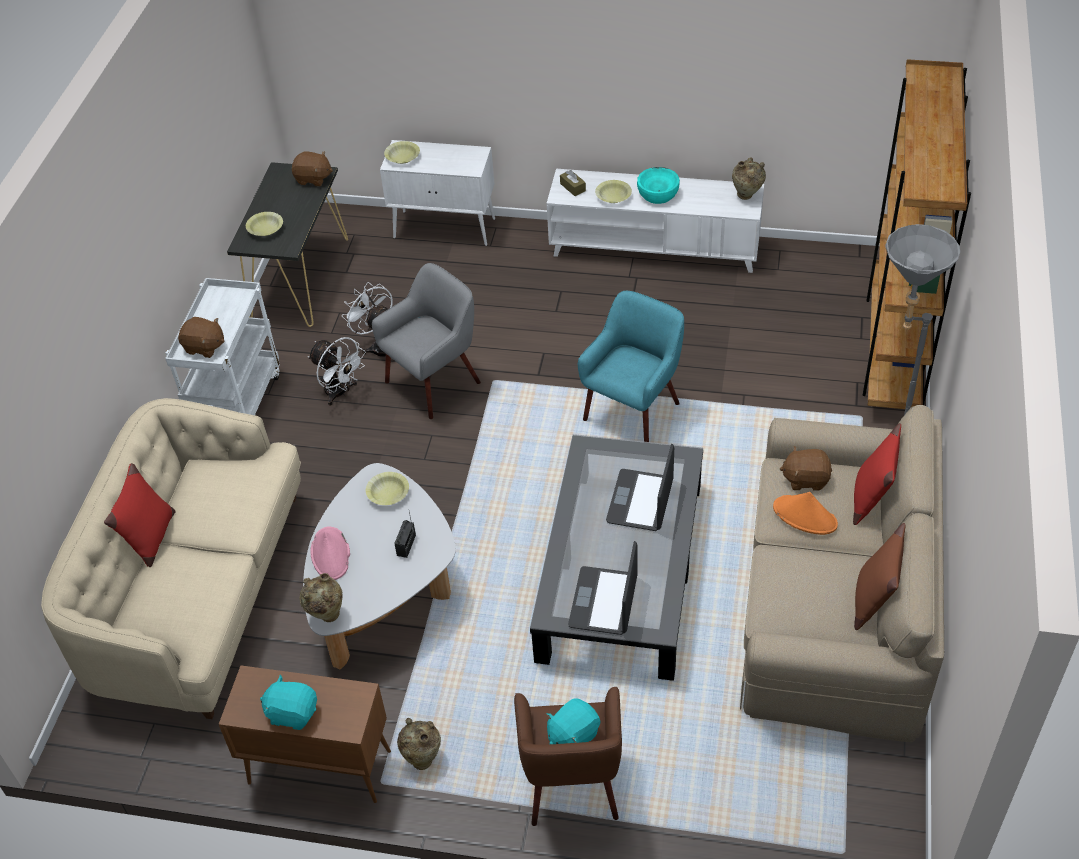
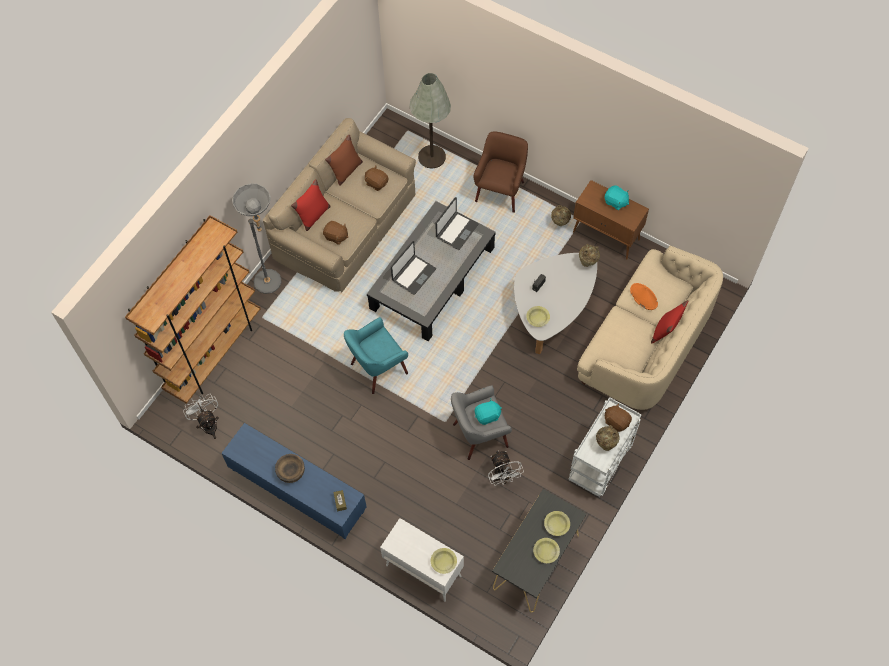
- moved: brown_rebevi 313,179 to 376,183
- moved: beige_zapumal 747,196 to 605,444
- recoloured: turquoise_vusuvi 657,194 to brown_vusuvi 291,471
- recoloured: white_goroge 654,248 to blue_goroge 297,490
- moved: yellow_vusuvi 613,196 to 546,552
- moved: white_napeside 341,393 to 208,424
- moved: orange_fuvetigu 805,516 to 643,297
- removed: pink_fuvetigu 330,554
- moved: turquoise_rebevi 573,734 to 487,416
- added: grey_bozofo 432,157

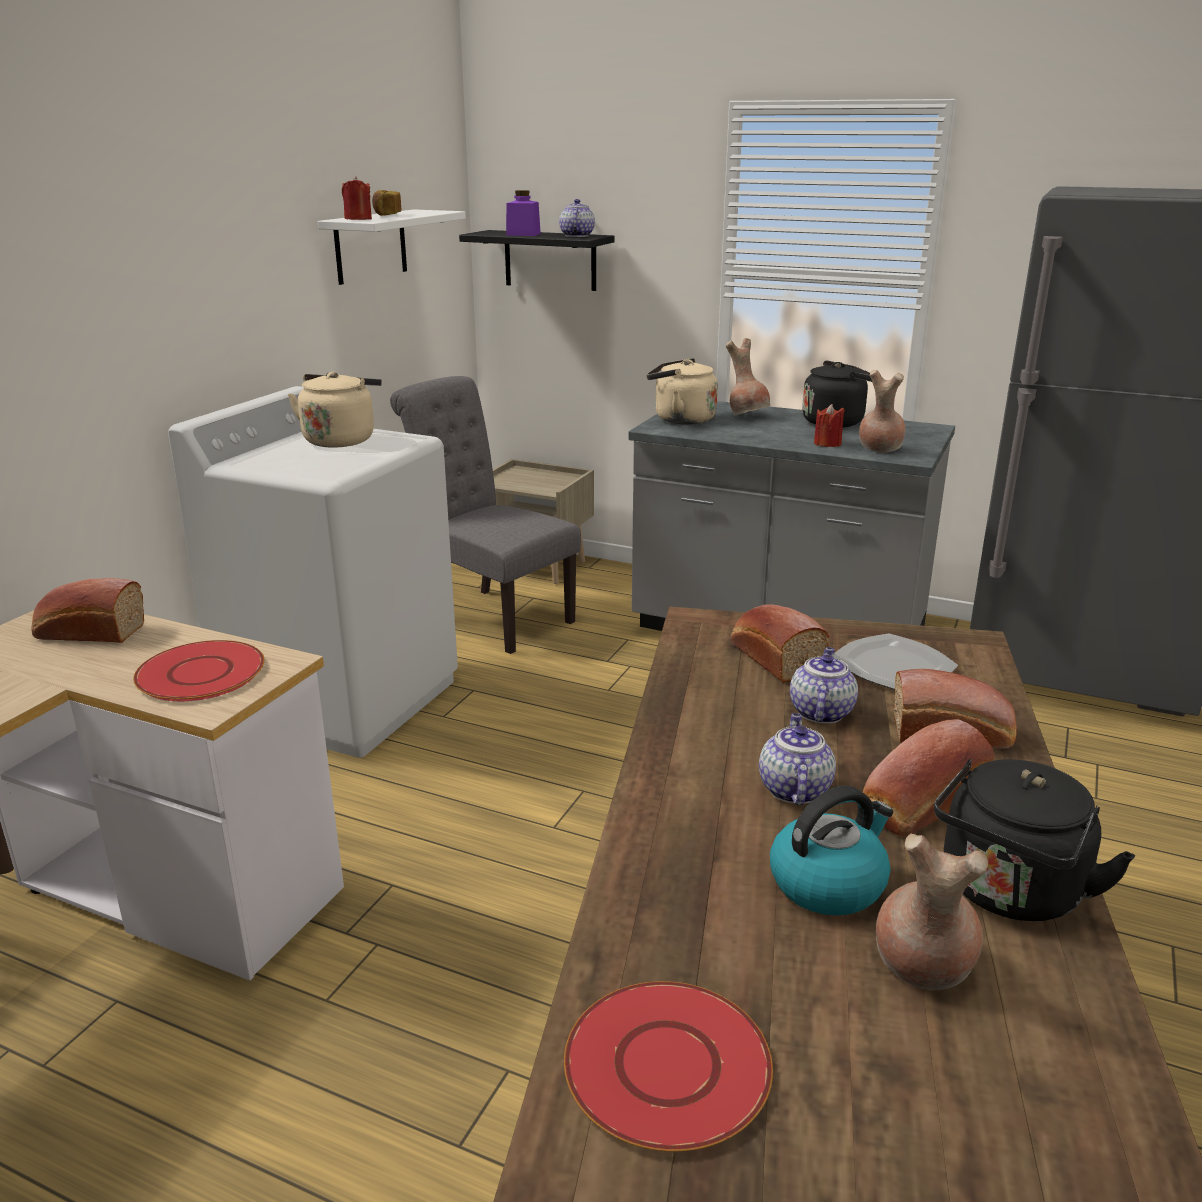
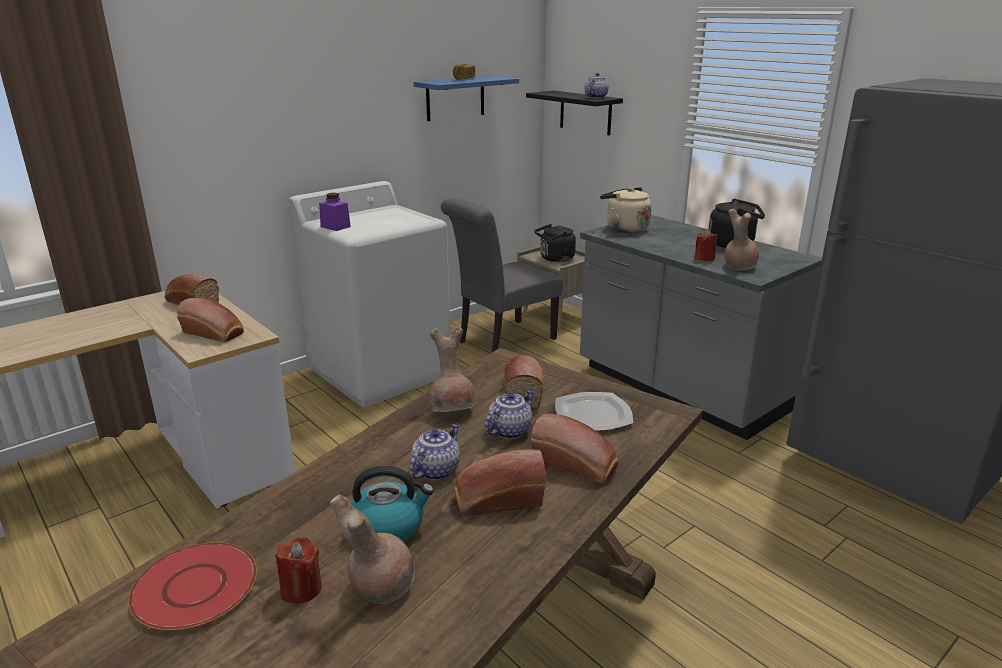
- moved: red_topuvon 358,219 to 301,589
- moved: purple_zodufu 523,234 to 335,227
- recoloured: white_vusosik 370,246 to blue_vusosik 455,98
- moved: brown_zapumal 748,415 to 453,410
- removed: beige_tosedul 340,440
- turned: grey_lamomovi 491,616 = 502,341 105 degrees counterclockwise
- replaced: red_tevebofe 201,673 to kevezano 215,333
- moved: black_tosedul 1009,893 to 555,259

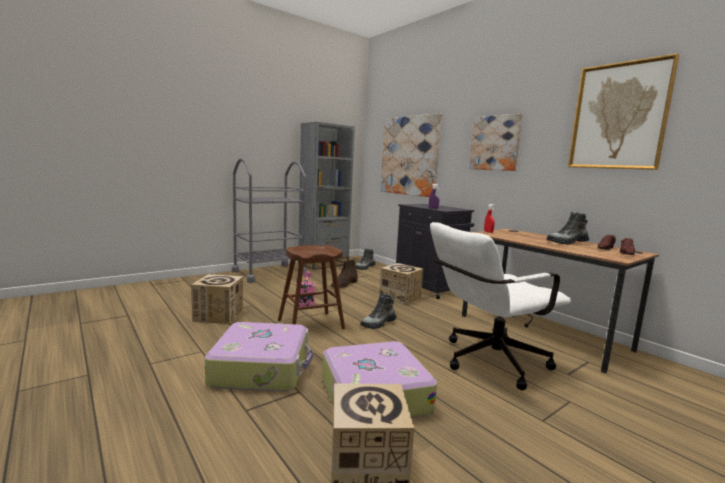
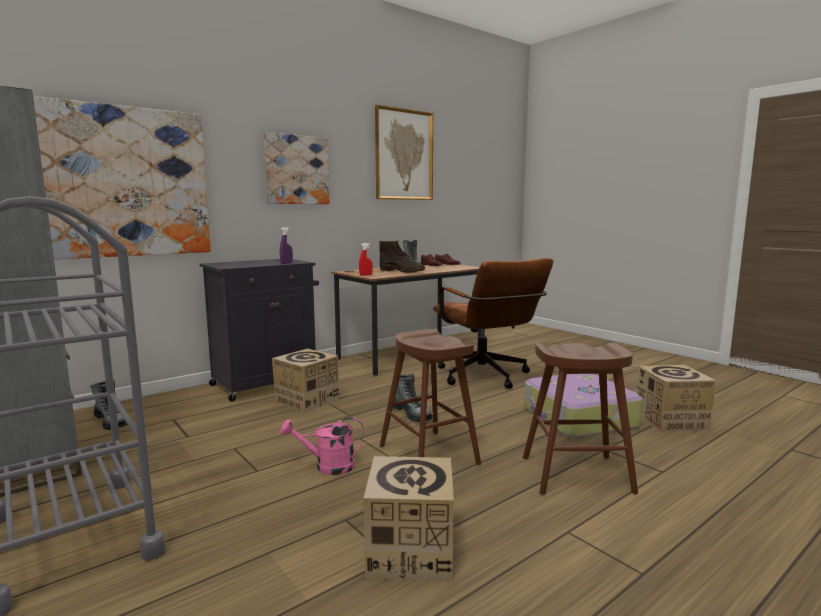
- recoloured: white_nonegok 486,362 to brown_nonegok 486,378
- moved: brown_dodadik 344,285 to 402,271
- replaced: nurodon 262,368 to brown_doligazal 577,474

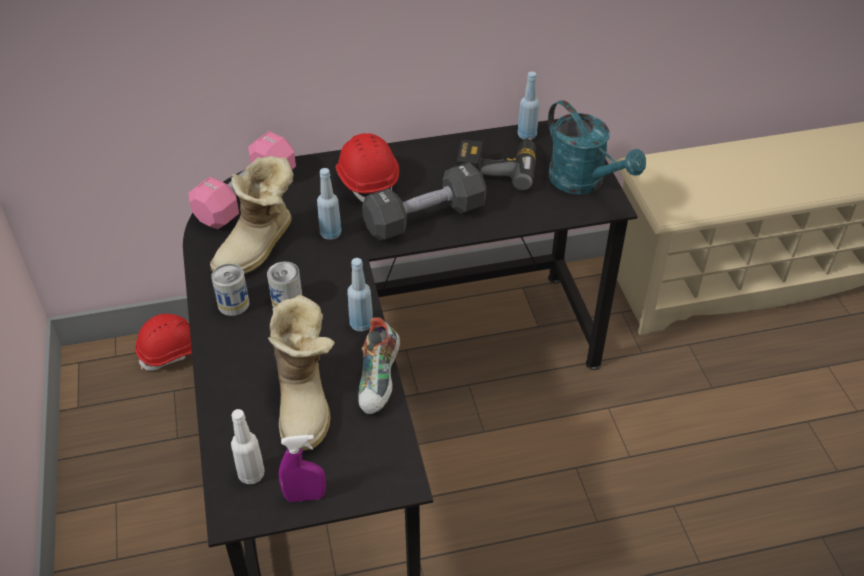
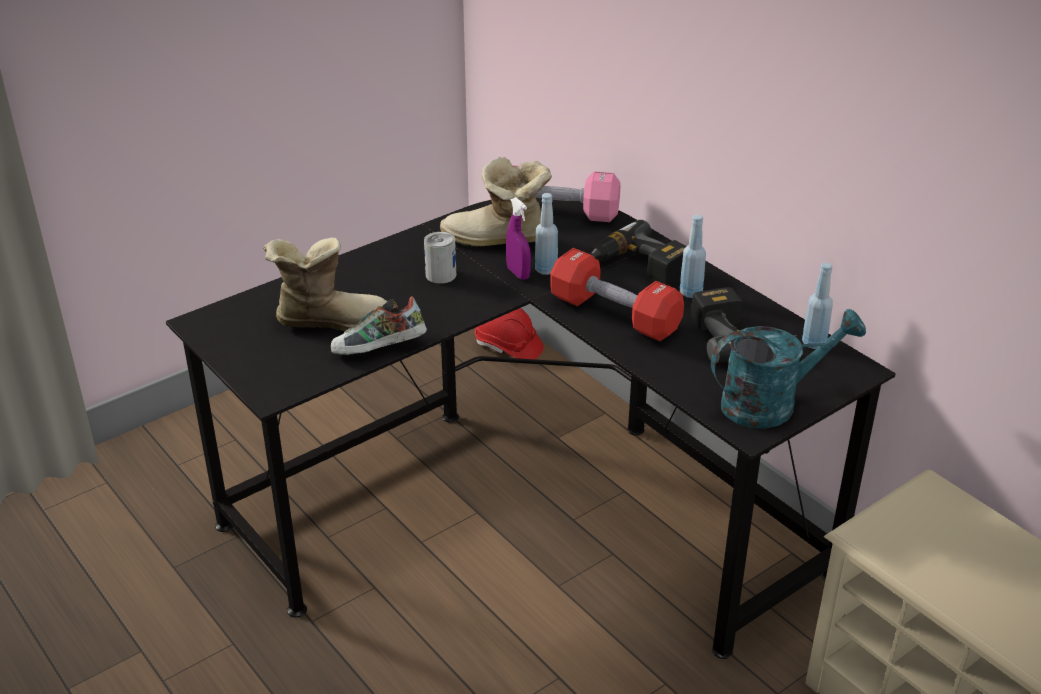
- turned: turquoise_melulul 584,182 = 771,403 135 degrees counterclockwise
- replaced: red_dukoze 367,180 to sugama 639,267
- recoloured: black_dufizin 425,218 to red_dufizin 614,315
- moved: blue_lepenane 361,324 to 690,292
- removed: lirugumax 233,304
- turned: dodadik 306,401 = 332,320 150 degrees counterclockwise
- removed: white_lepenane 251,474
- moved: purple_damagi 305,496 to 518,273

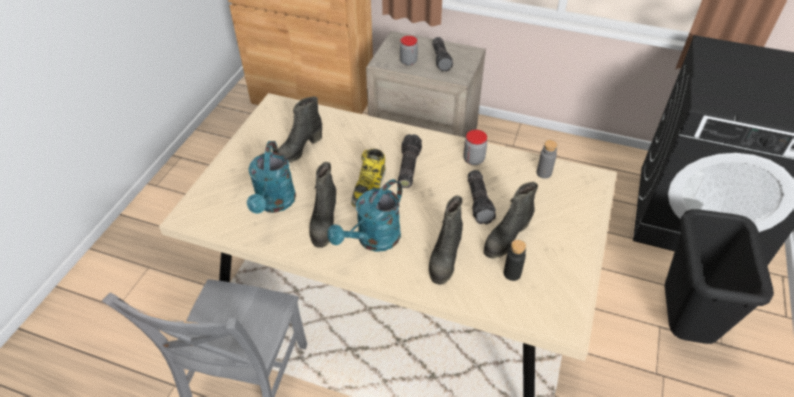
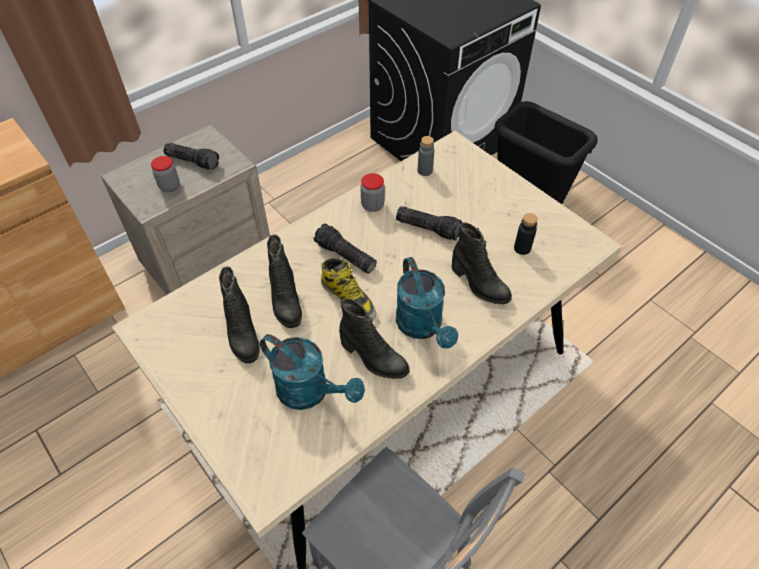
- moved: black_dodadik 506,239 to 285,302

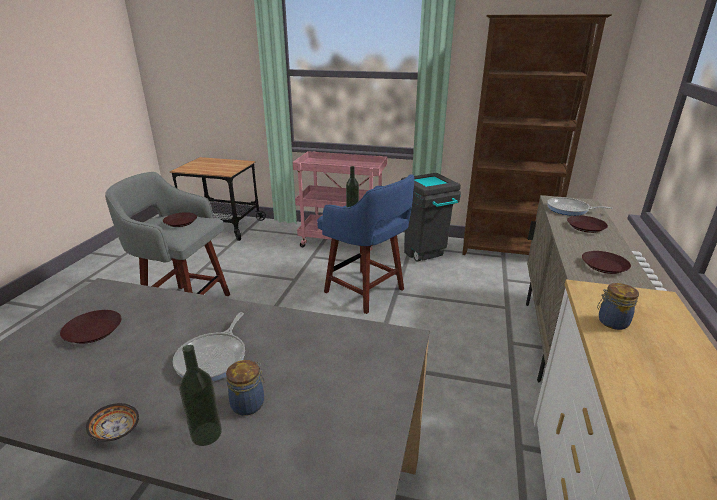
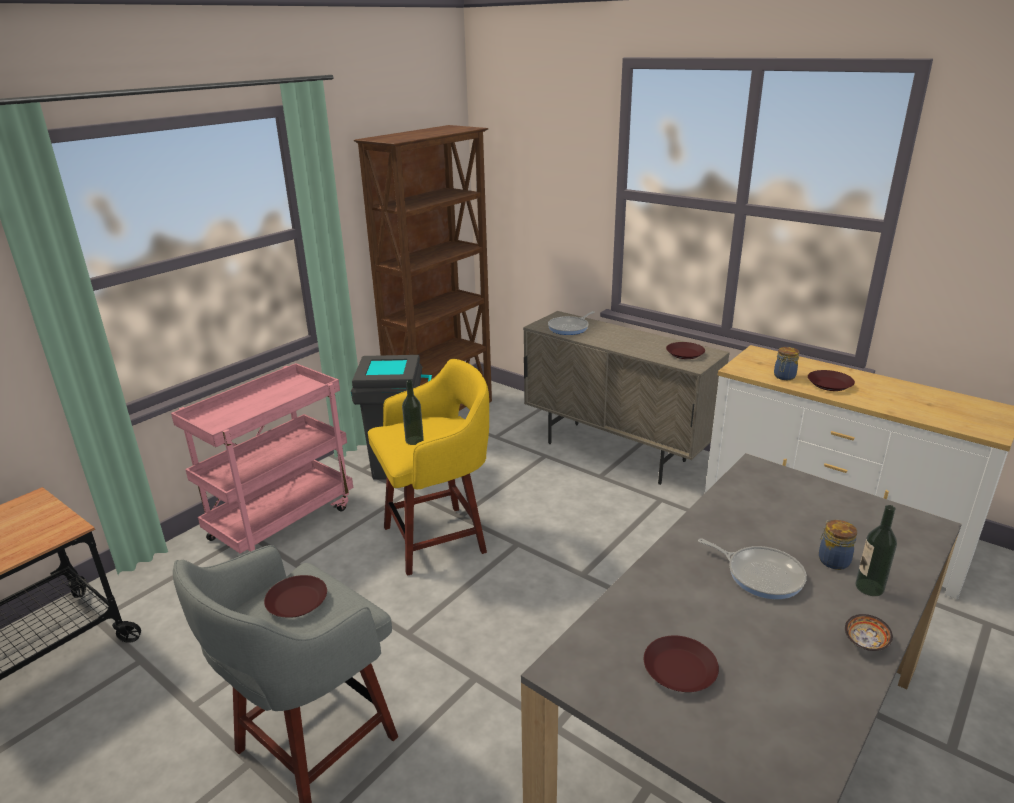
- recoloured: blue_doligazal 366,292 to yellow_doligazal 438,538
- moved: brown_tevebofe 586,227 to 829,384

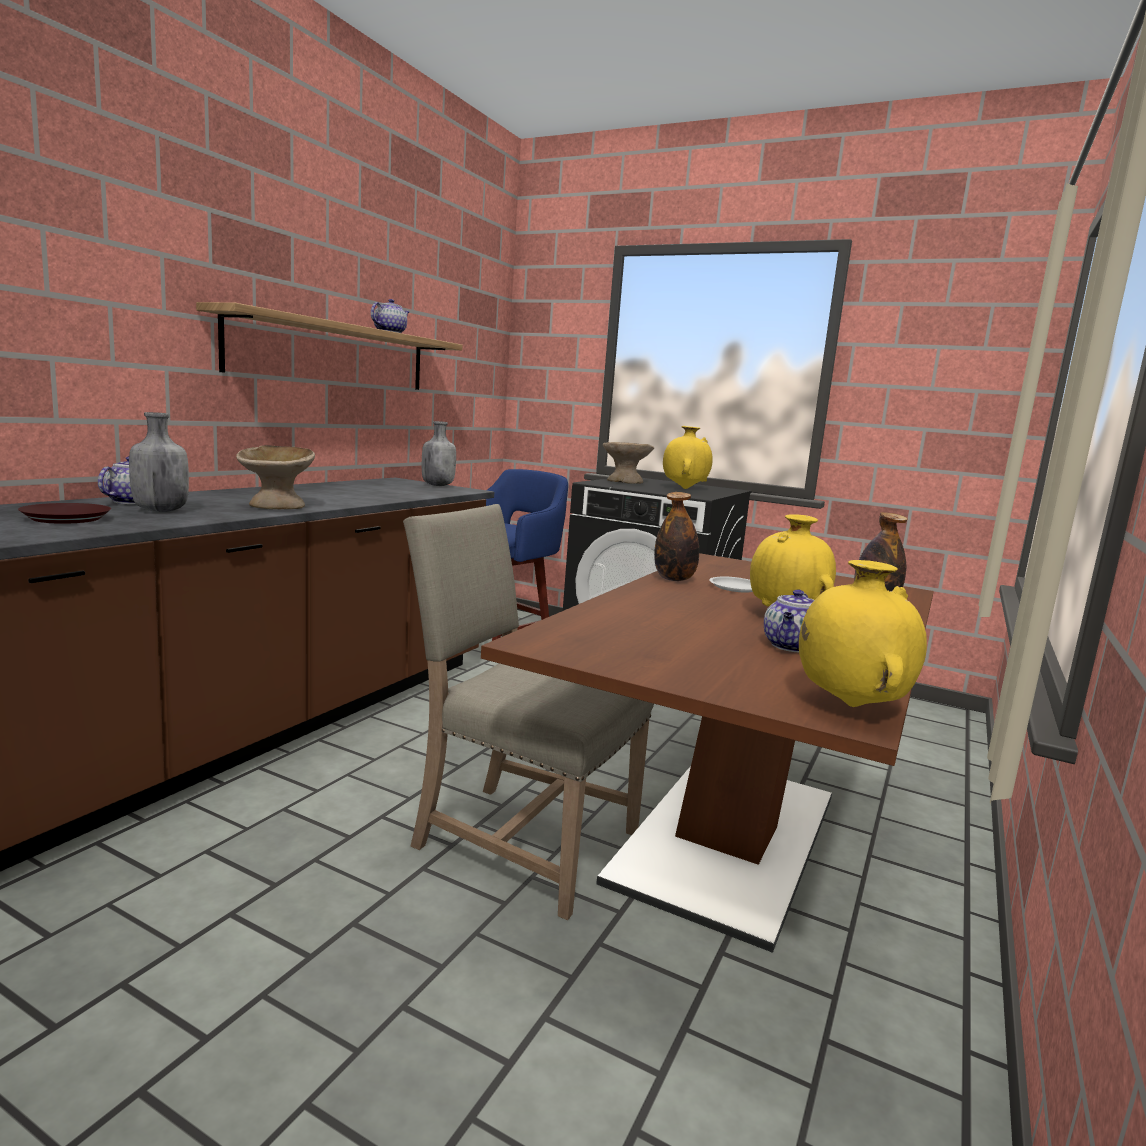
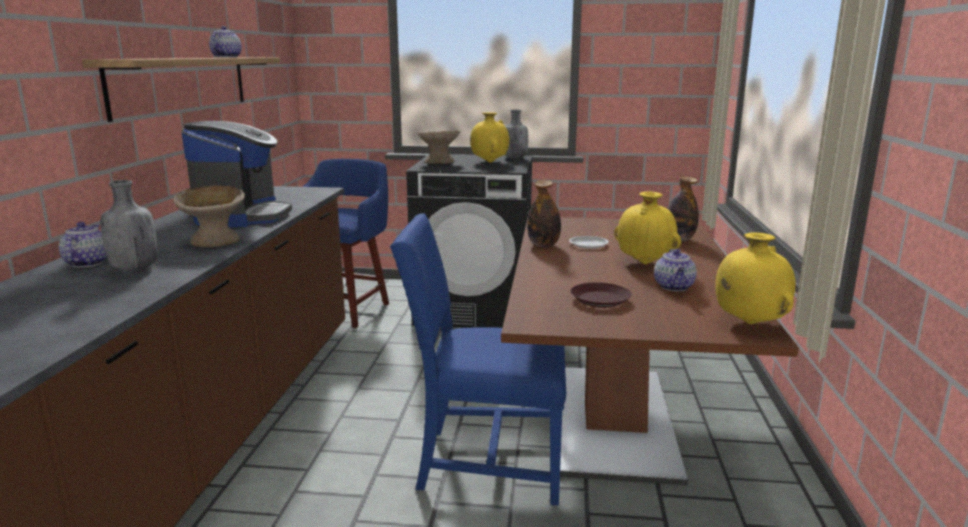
- moved: grey_lepenane 438,485 to 515,158
- moved: brown_tevebofe 65,519 to 599,300
- recoloured: beige_lamomovi 518,840 to blue_lamomovi 485,462
- added: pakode 242,216

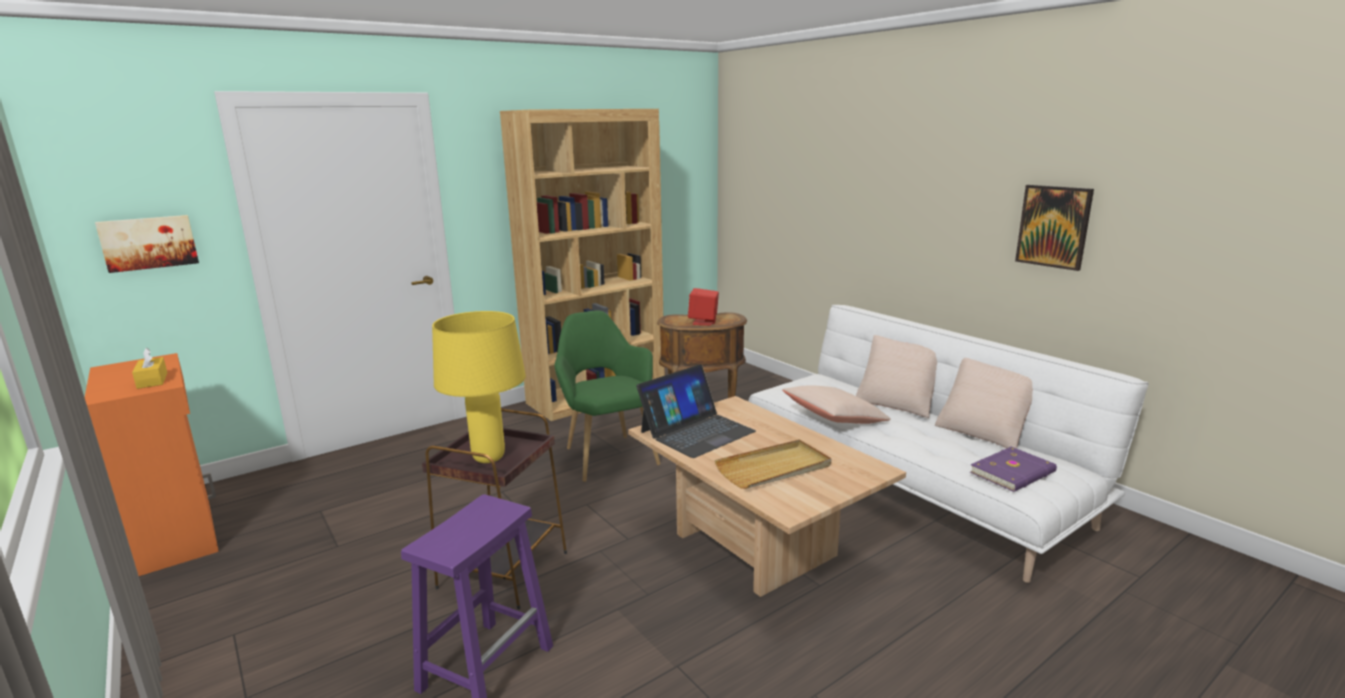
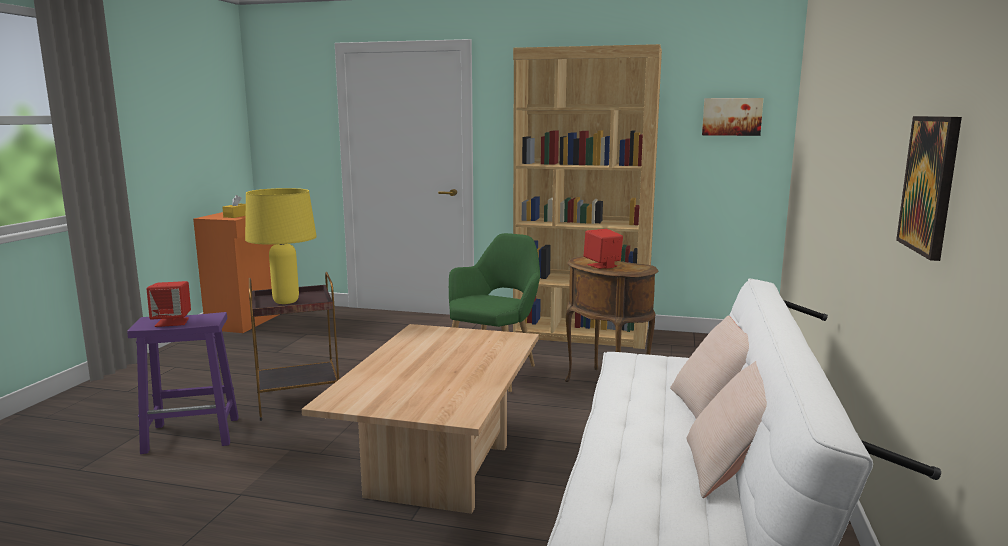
- moved: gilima 149,242 to 731,116
- removed: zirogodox 697,431
- removed: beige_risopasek 834,419
- removed: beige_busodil 774,468
- removed: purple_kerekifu 1014,473
- added: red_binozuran 172,322

